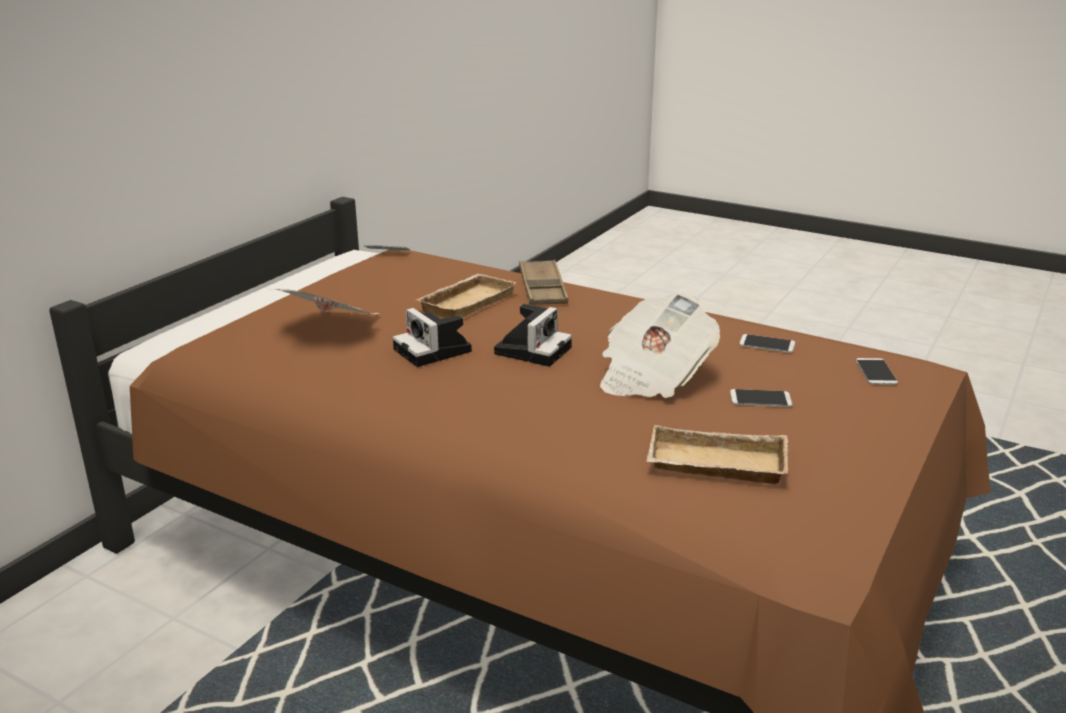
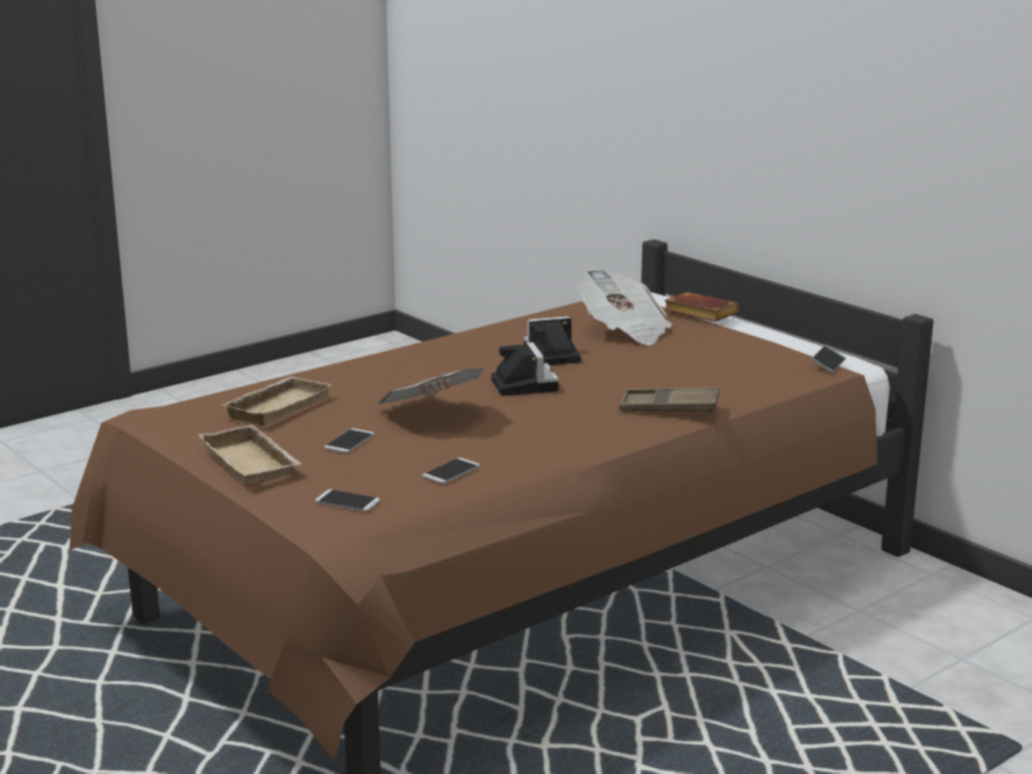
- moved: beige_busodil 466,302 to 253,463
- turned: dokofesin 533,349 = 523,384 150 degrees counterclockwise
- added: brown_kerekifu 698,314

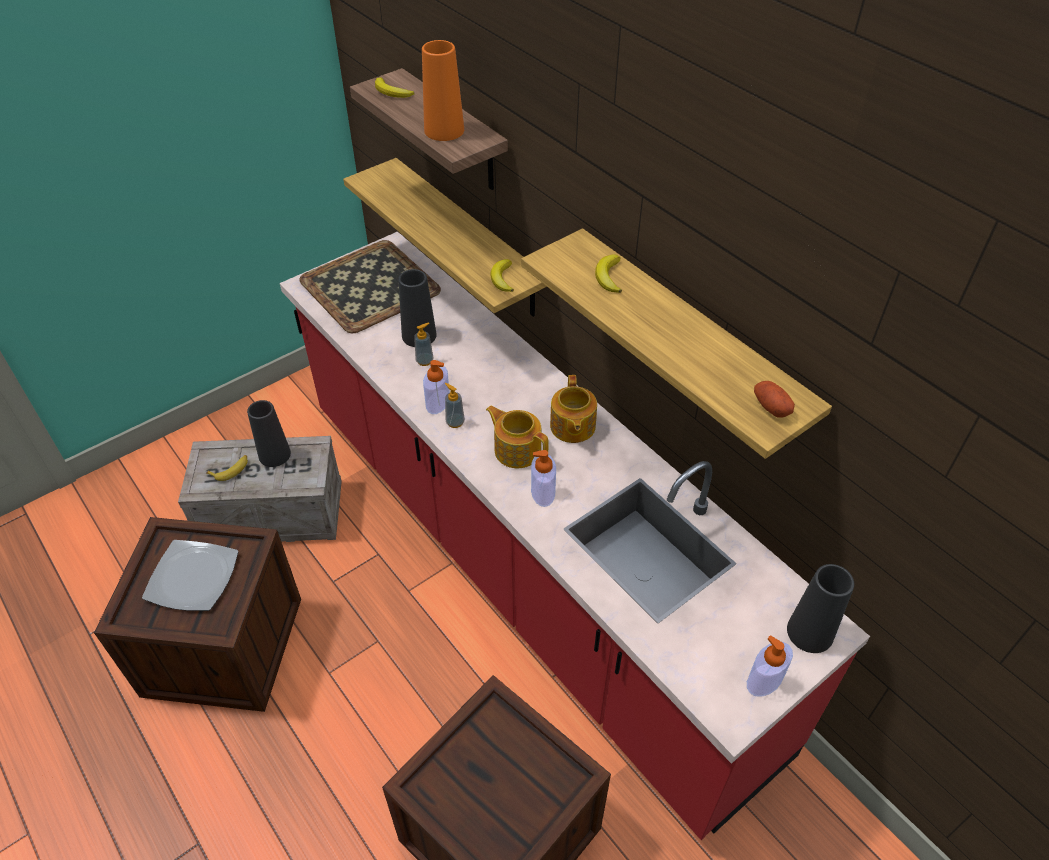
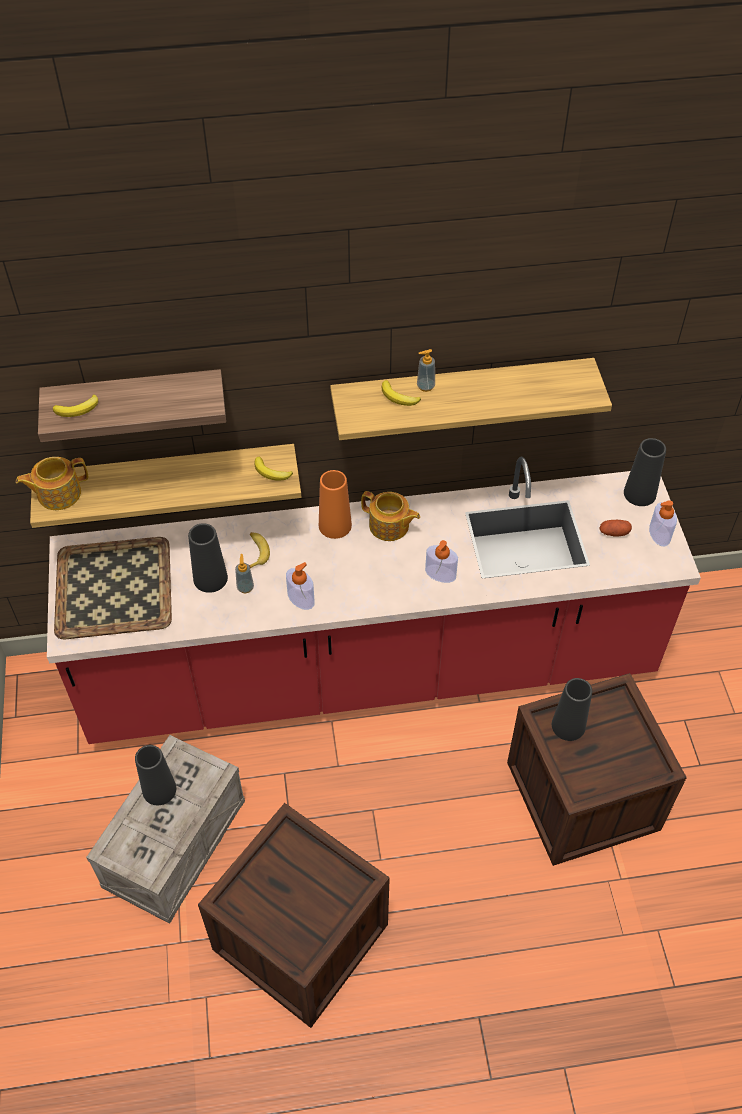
- moved: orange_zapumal 444,130 to 335,525
- moved: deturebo 771,407 to 614,532
- moved: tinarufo 455,422 to 425,386
- moved: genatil 517,449 to 58,493
- moved: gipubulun 231,470 to 256,551
- removed: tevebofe 192,578
- added: black_zapumal 568,726

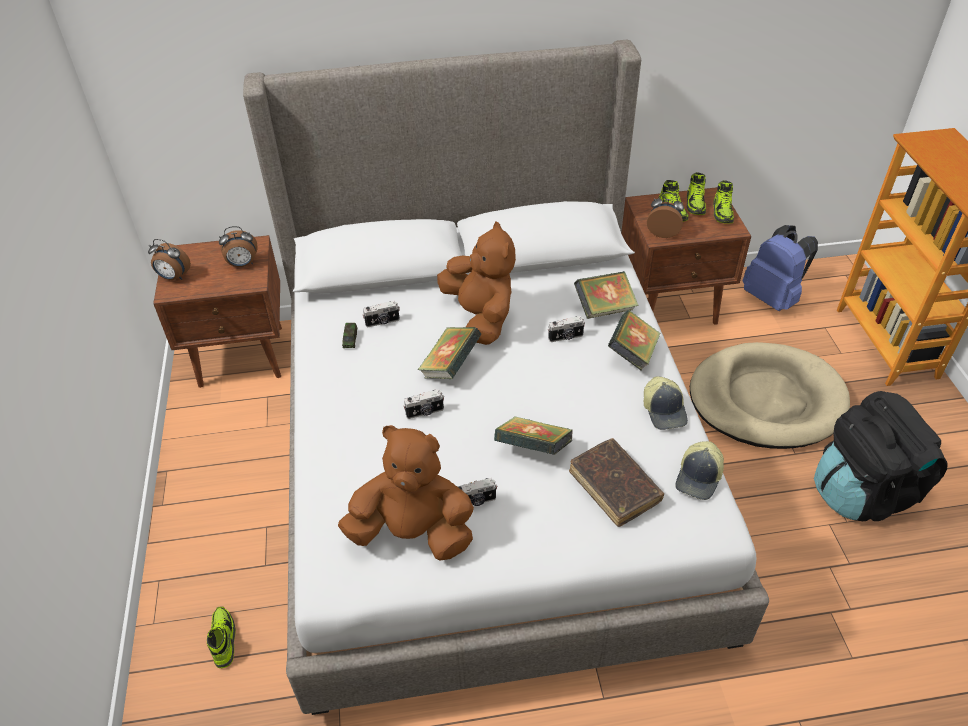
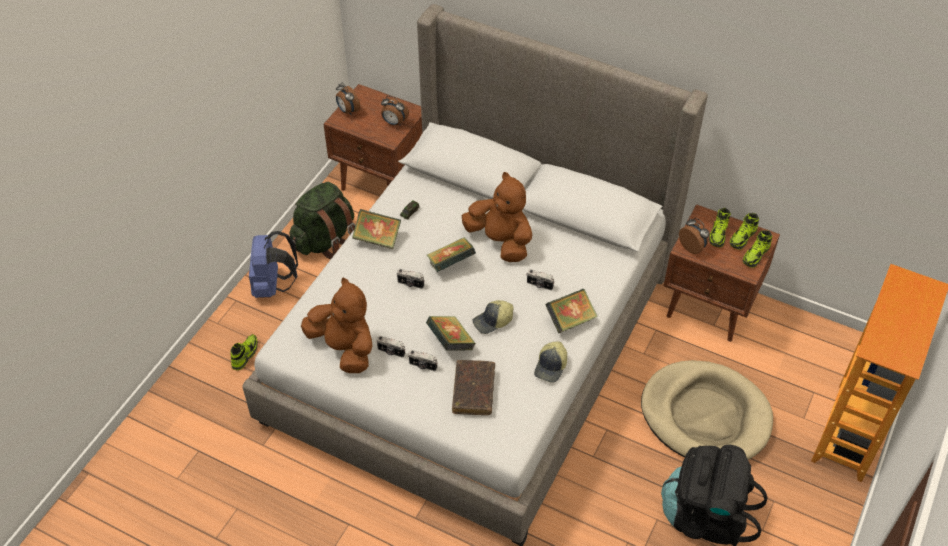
- turned: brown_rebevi 480,317 = 500,241 60 degrees counterclockwise
- moved: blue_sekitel 772,298 to 273,285
- moved: kerekifu 604,309 to 377,239
- moved: dokofesin 382,322 to 422,366
- moved: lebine 699,477 to 493,321
- added: green_sekitel 325,240

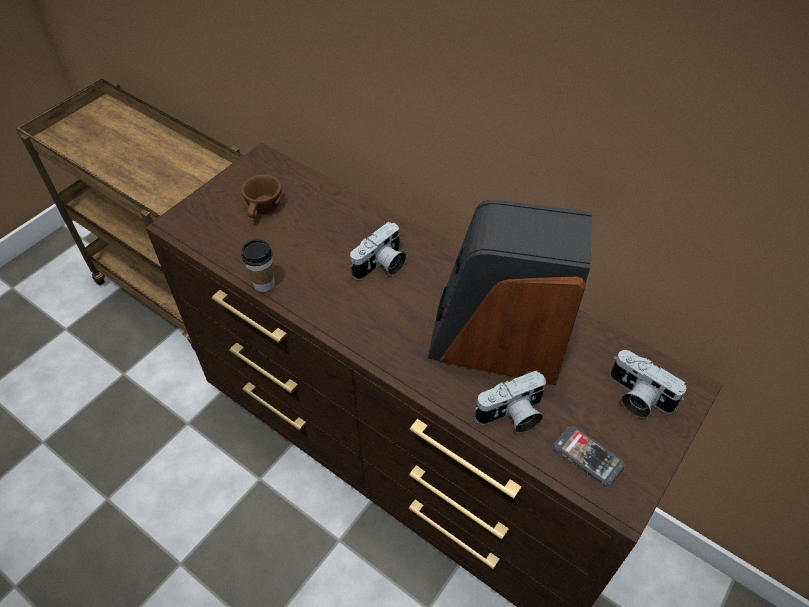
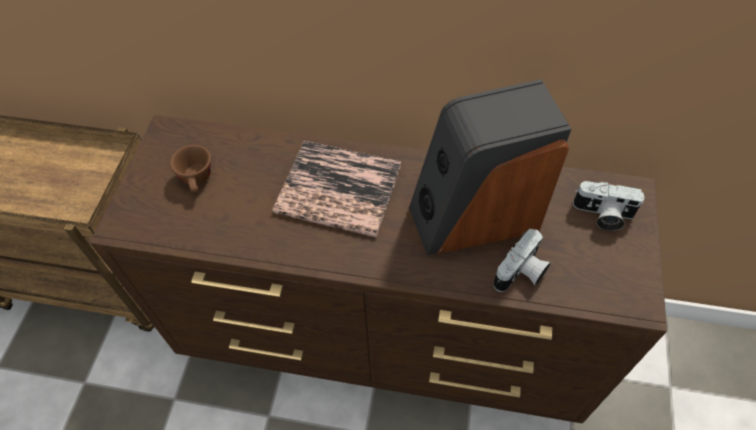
- replaced: dokofesin 381,266 to kerekifu 338,189
- removed: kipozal 264,284
- removed: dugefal 588,456

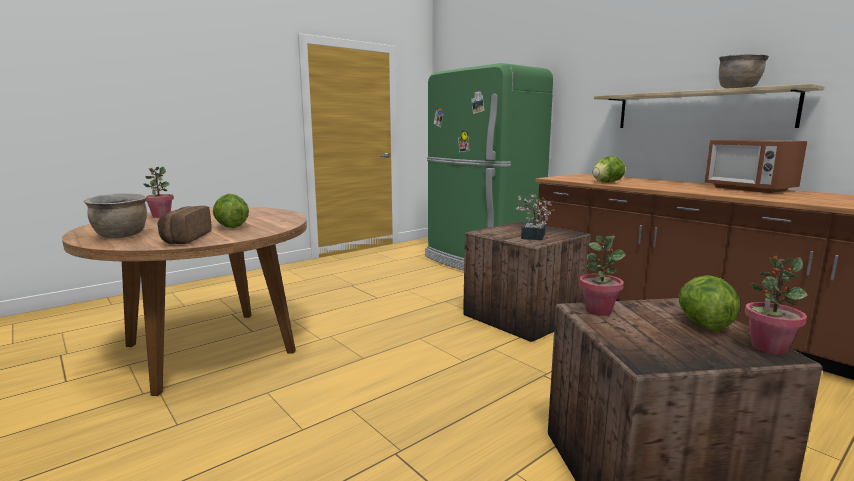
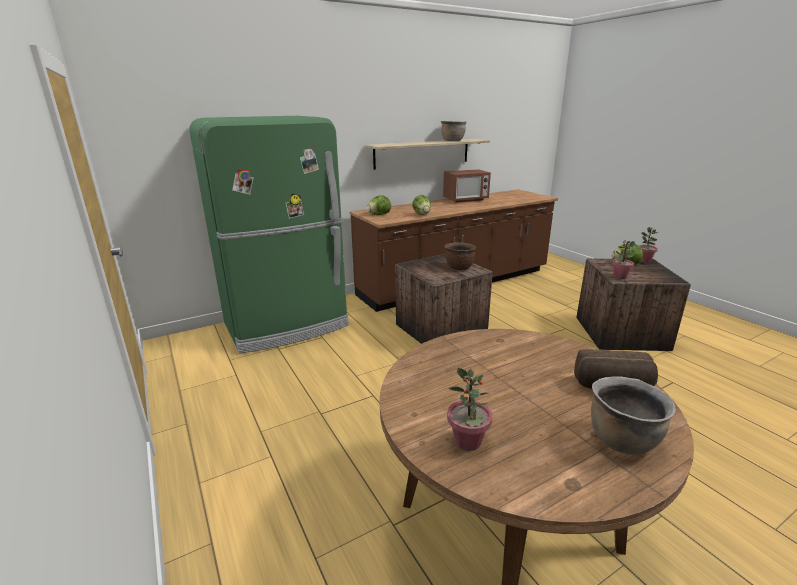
- moved: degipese 231,227 to 379,215
- replaced: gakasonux 532,237 to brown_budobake 459,267

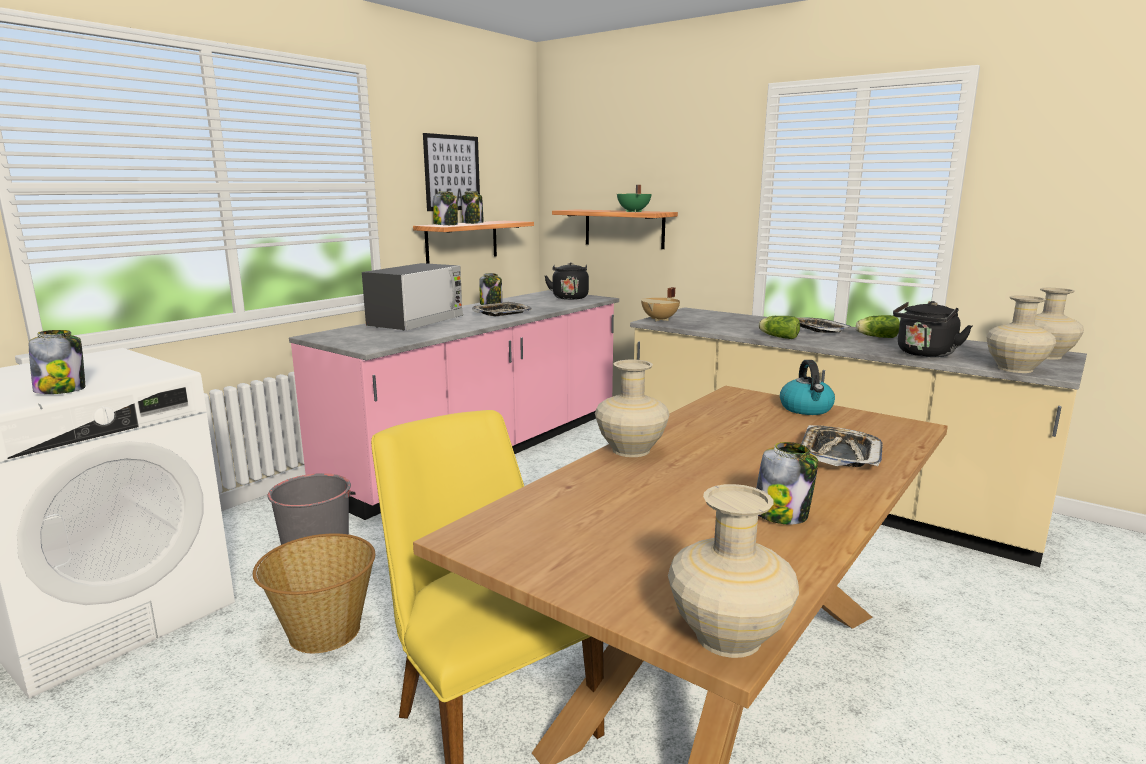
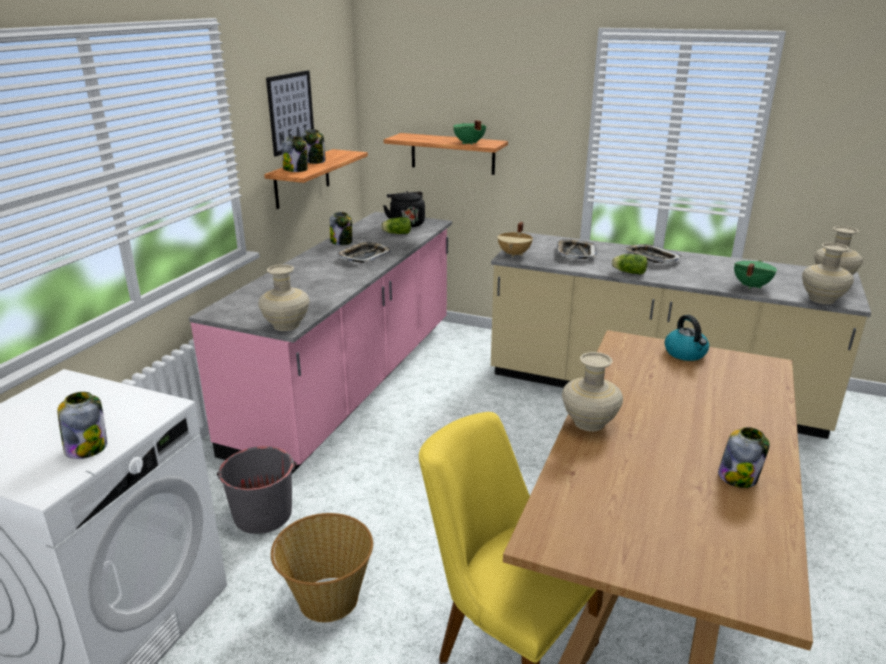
- removed: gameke 416,322
- replaced: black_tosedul 924,354 to green_budobake 750,286
- moved: degipese 875,337 to 396,233
- moved: busodil 839,454 to 575,253
- moved: beige_zapumal 728,636 to 286,325

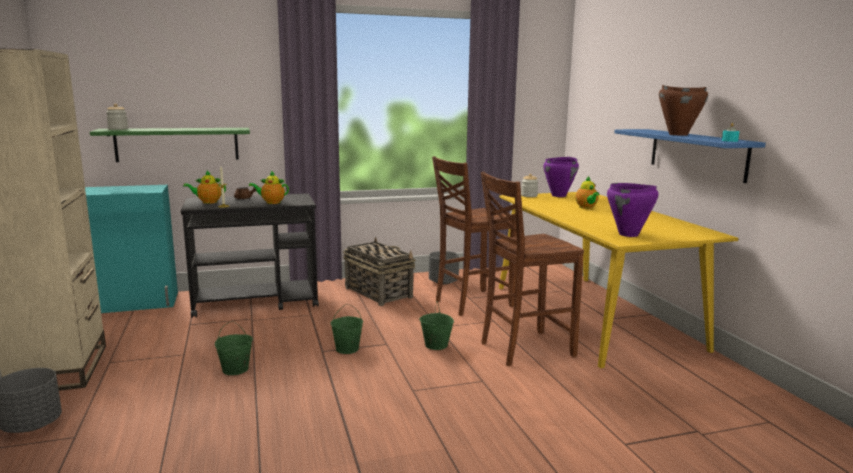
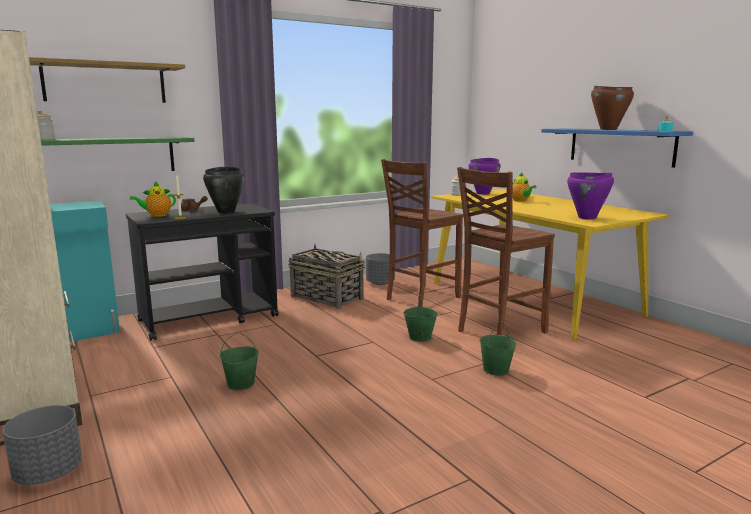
- replaced: genatil 271,202 to black_budobake 226,212
- moved: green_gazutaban 347,349 to 496,370
- added: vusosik 105,83

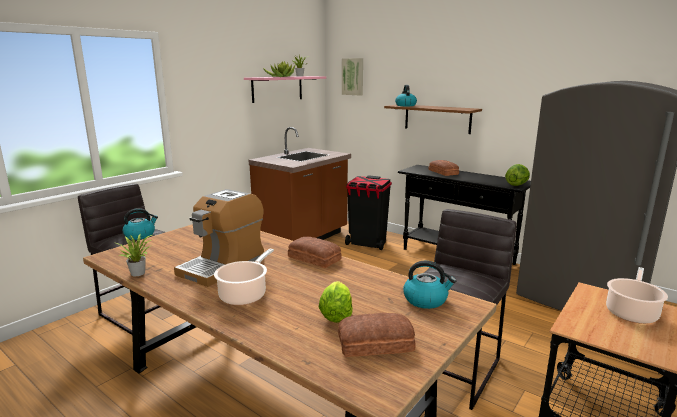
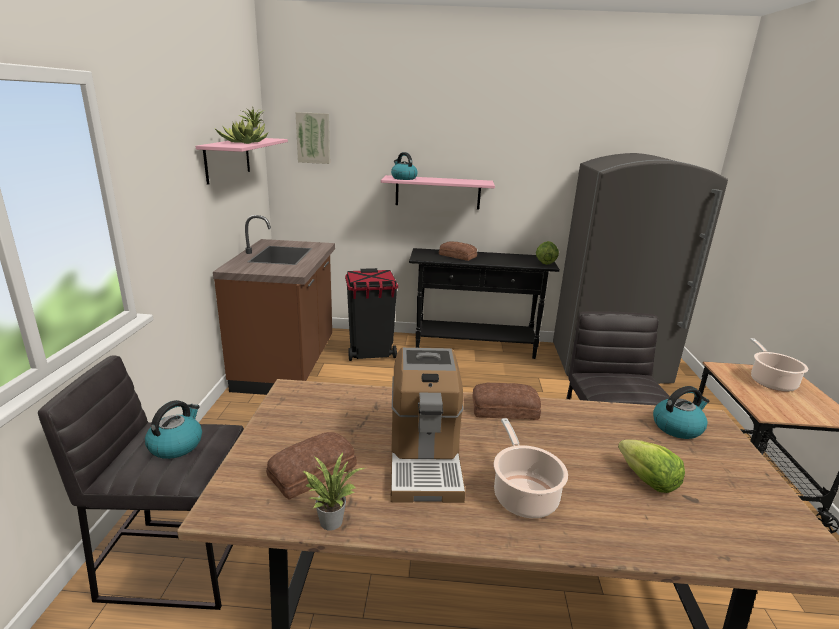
- recoloured: brown_vusosik 437,118 to pink_vusosik 438,192
- moved: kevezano 376,344 to 314,472

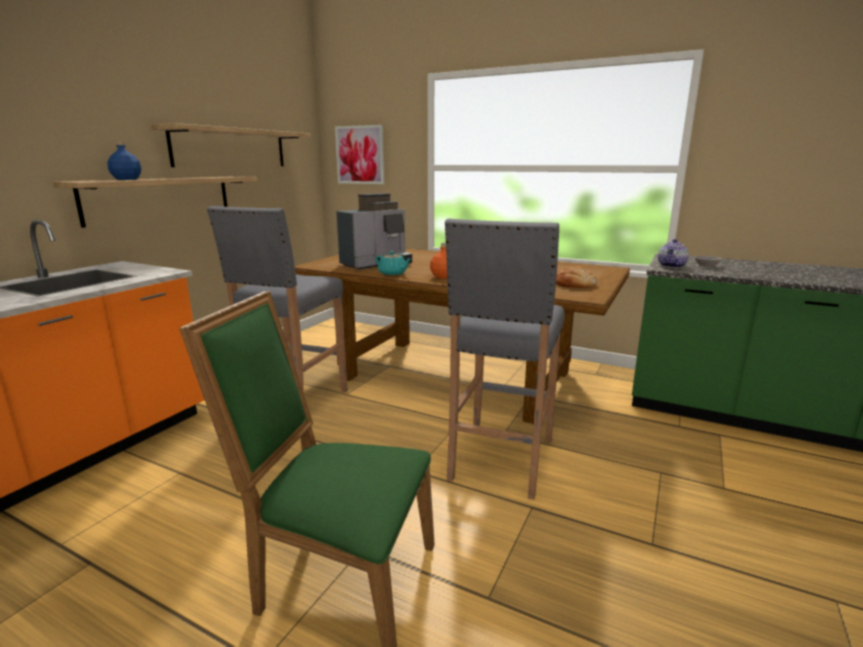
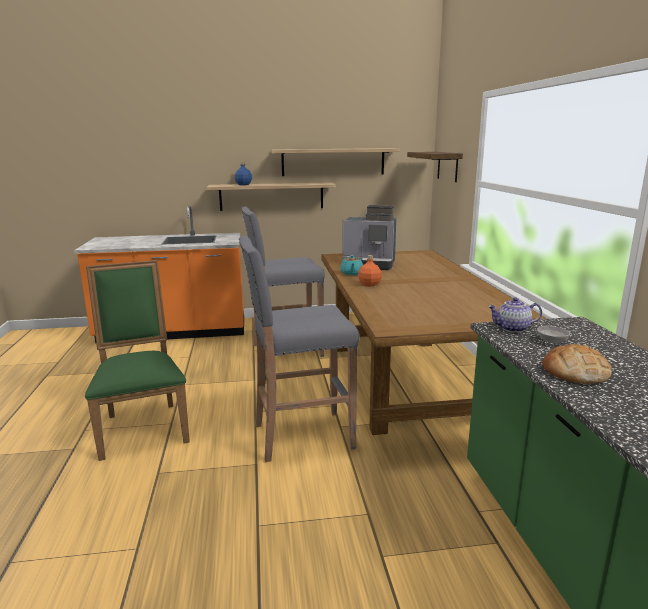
- replaced: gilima 360,155 to vusosik 447,166
- moved: kevezano 574,284 to 574,371

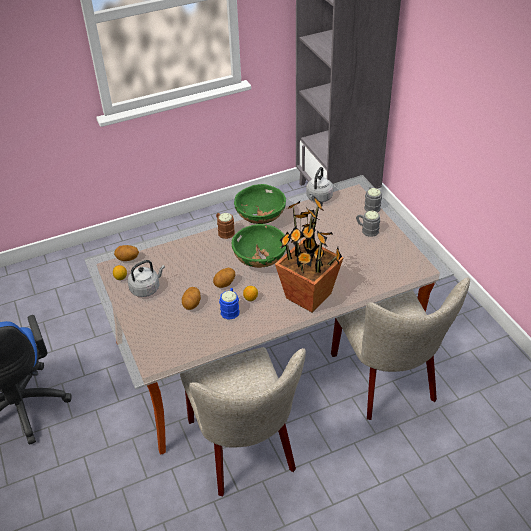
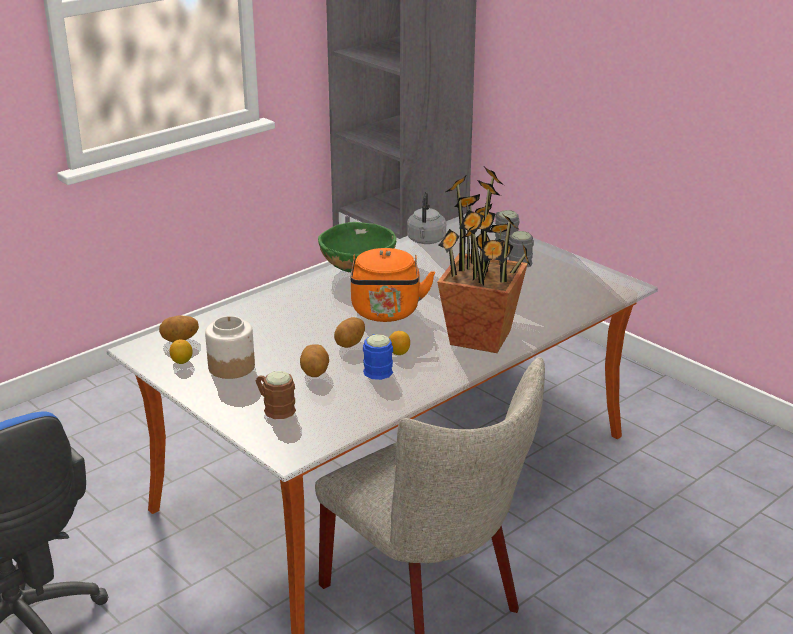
- moved: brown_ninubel 224,231 to 275,408
- replaced: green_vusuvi 260,261 to orange_tosedul 386,313
- replaced: grey_tosedul 146,288 to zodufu 231,366
- removed: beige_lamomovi 387,381

